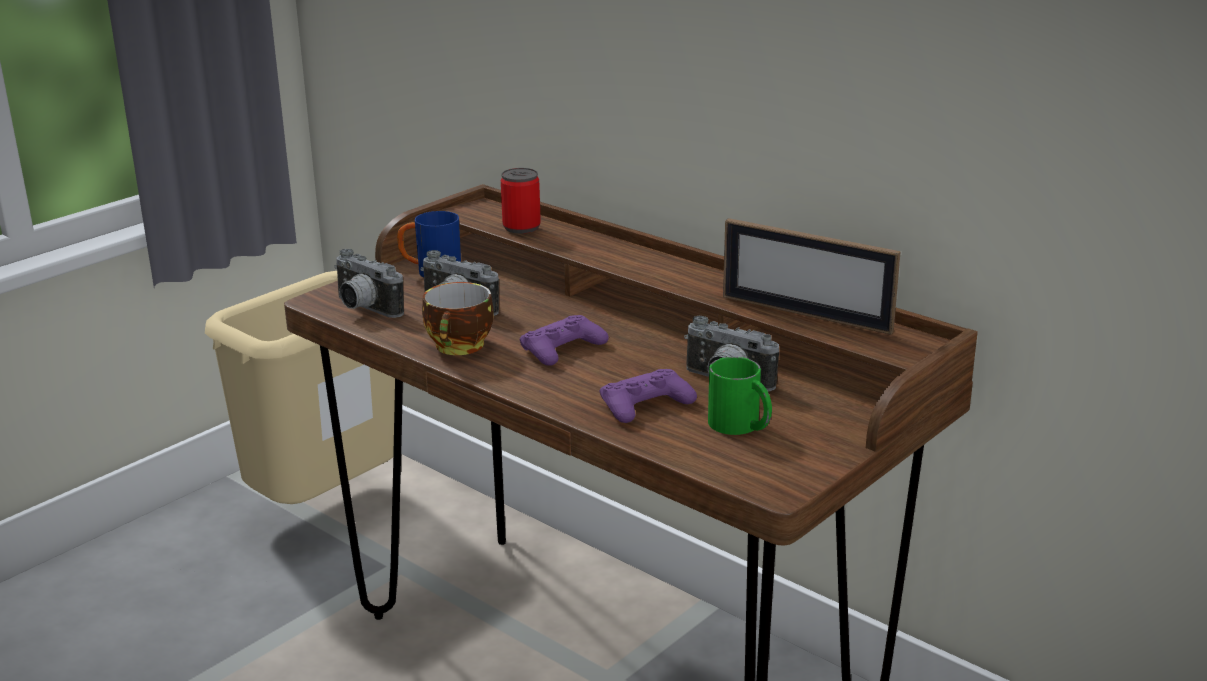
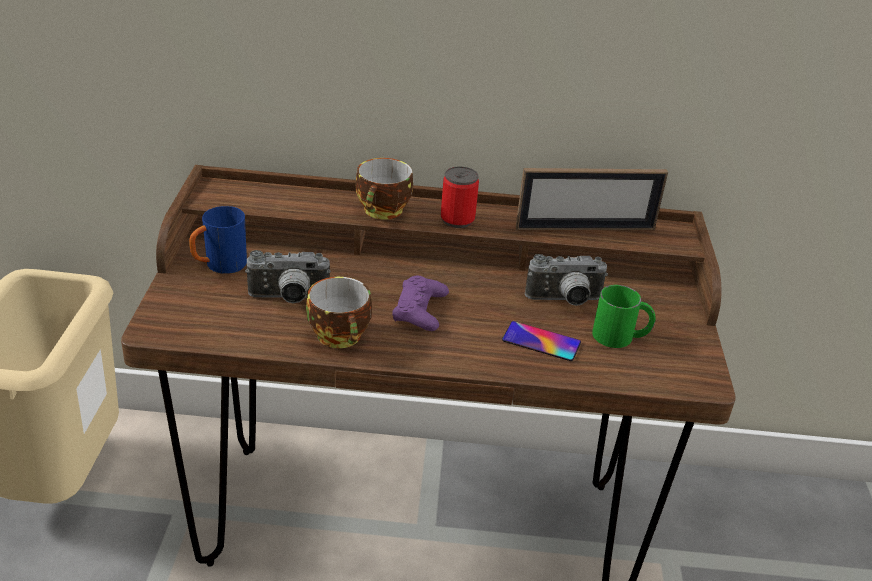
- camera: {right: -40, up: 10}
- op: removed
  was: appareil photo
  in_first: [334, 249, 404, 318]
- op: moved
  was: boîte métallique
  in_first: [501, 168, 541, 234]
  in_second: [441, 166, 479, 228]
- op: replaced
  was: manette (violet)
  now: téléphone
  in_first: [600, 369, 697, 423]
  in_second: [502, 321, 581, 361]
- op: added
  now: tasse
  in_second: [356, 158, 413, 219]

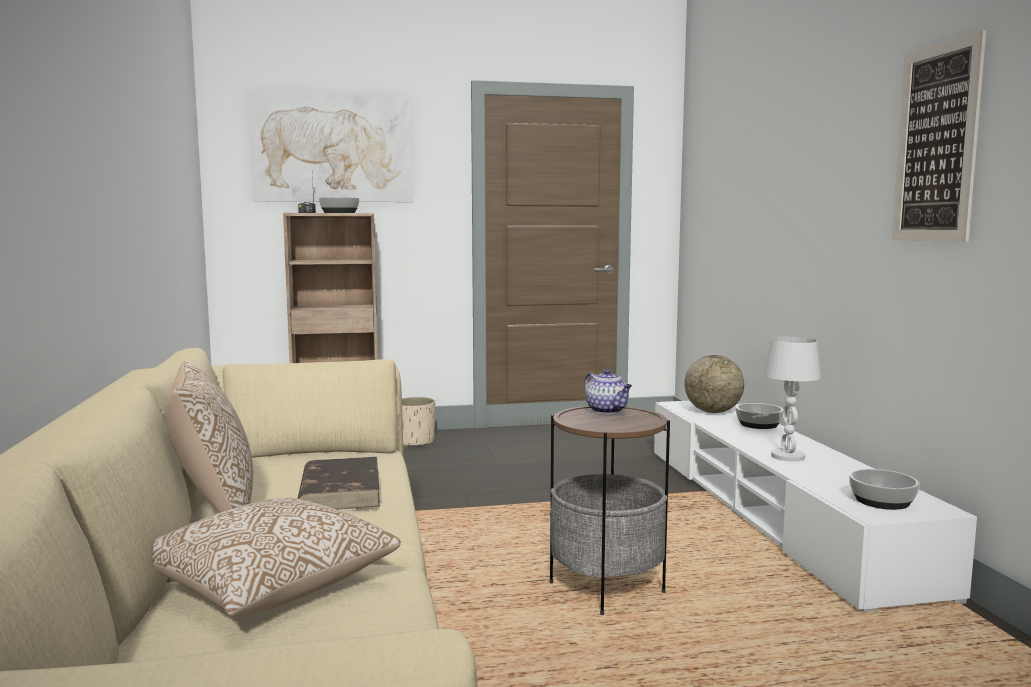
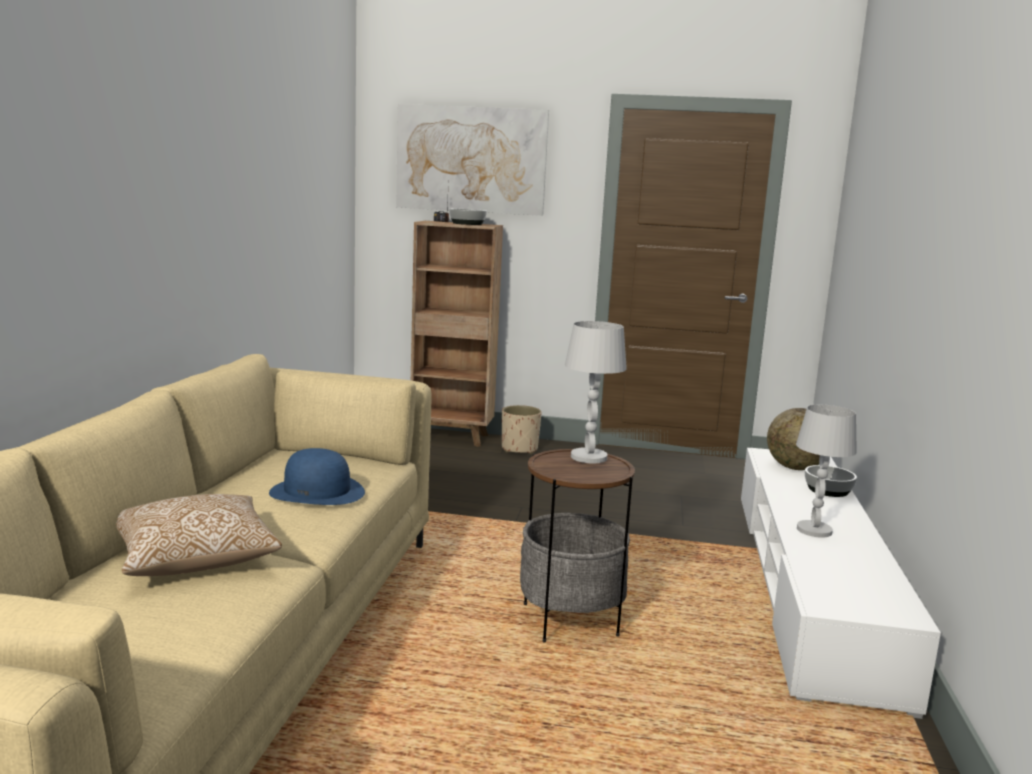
- camera: {right: 20, up: 5}
- op: removed
  was: coussin
  in_first: [165, 362, 253, 513]
- op: replaced
  was: livre (marron)
  now: chapeau (bleu)
  in_first: [298, 457, 380, 510]
  in_second: [269, 448, 365, 505]
- op: replaced
  was: théière
  now: lampe de table (blanc)
  in_first: [584, 369, 632, 414]
  in_second: [565, 321, 627, 463]
- op: removed
  was: bol
  in_first: [849, 469, 920, 510]
- op: removed
  was: tableau
  in_first: [891, 30, 986, 242]

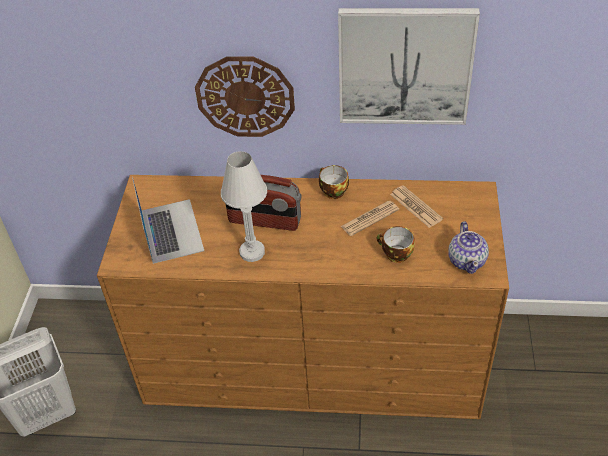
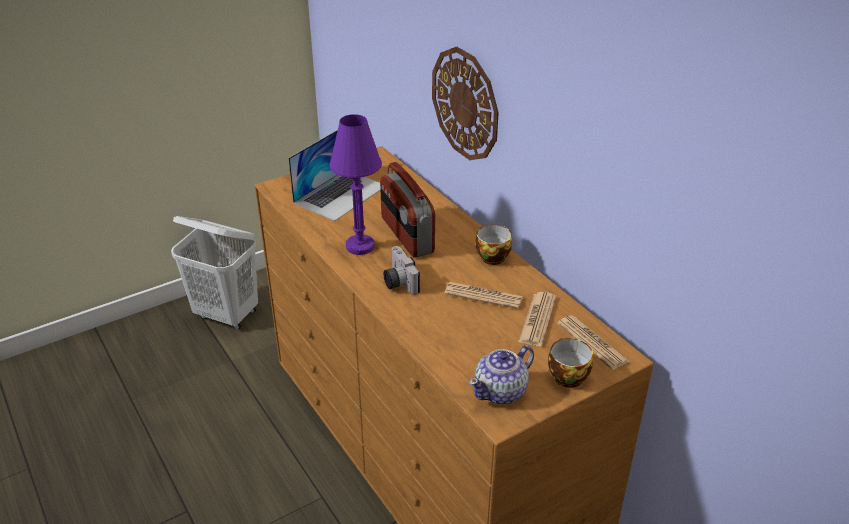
- camera: {right: 50, up: -10}
- op: recoloured
  was: lampe de table (blanc)
  now: lampe de table (violet)
  in_first: [221, 151, 267, 262]
  in_second: [329, 114, 382, 255]
- op: removed
  was: tableau
  in_first: [338, 8, 480, 125]
- op: moved
  was: tasse
  in_first: [376, 226, 415, 263]
  in_second: [548, 338, 593, 388]
- op: added
  now: appareil photo
  in_second: [384, 246, 420, 295]
- op: added
  now: journal
  in_second: [557, 315, 630, 370]

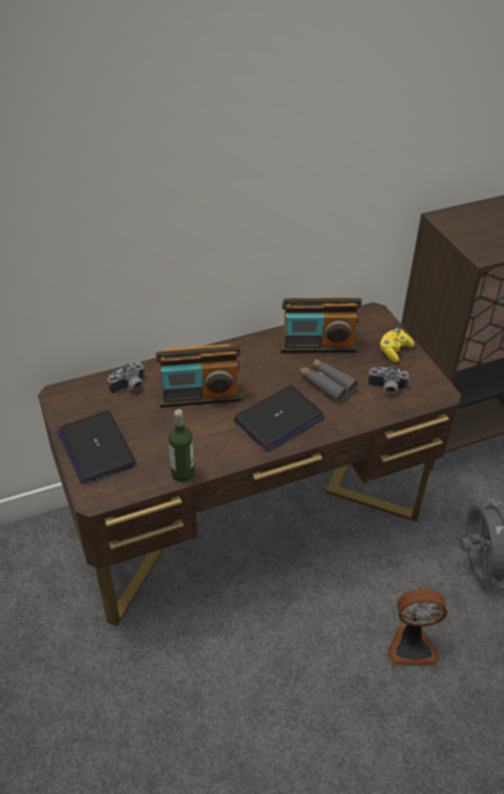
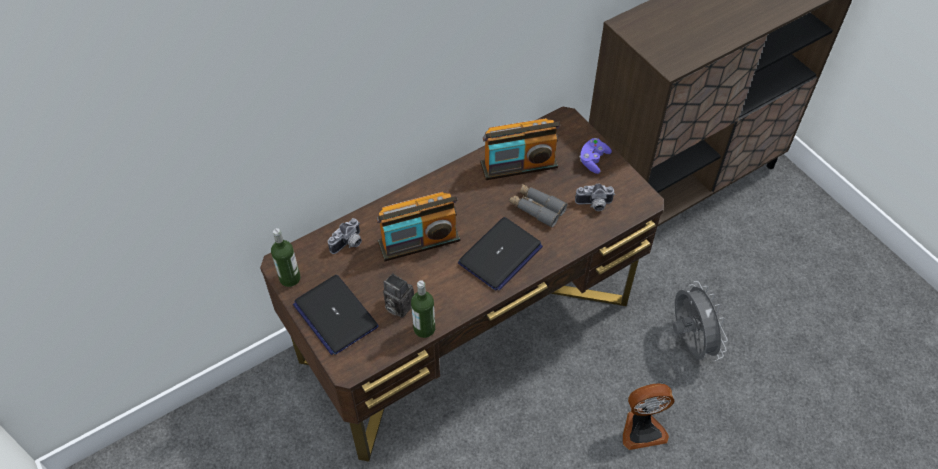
- camera: {right: -10, up: 10}
- op: recoloured
  was: manette (jaune)
  now: manette (violet)
  in_first: [380, 329, 414, 362]
  in_second: [579, 138, 612, 174]
- op: added
  now: bouteille
  in_second: [271, 228, 300, 287]
- op: added
  now: appareil photo
  in_second: [383, 273, 414, 318]

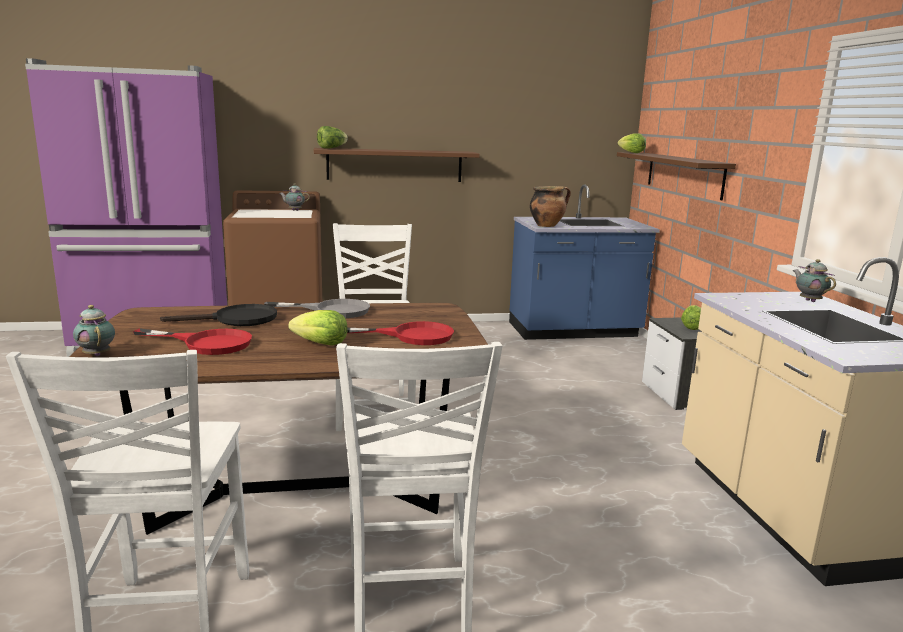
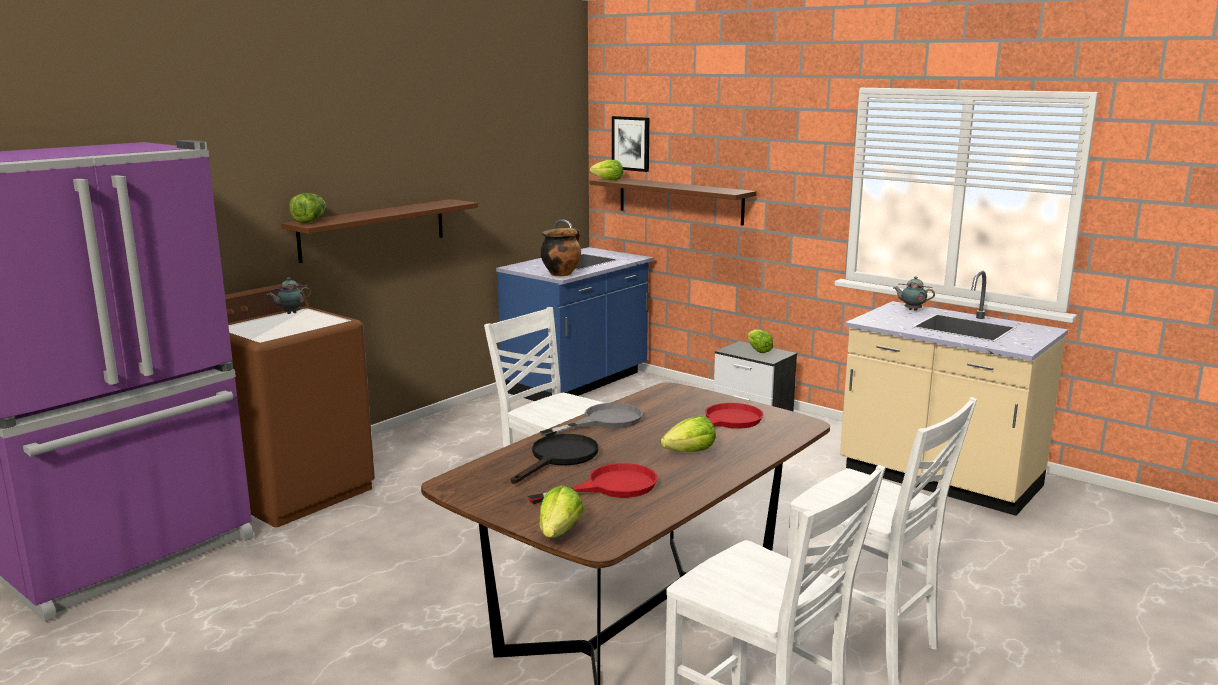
- camera: {right: -40, up: 0}
- op: replaced
  was: théière
  now: laitue
  in_first: [73, 305, 115, 357]
  in_second: [539, 485, 584, 538]
- op: added
  now: tableau
  in_second: [612, 116, 649, 172]

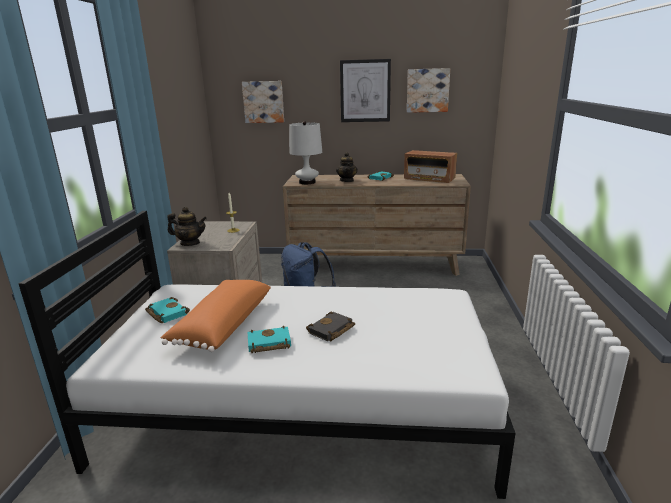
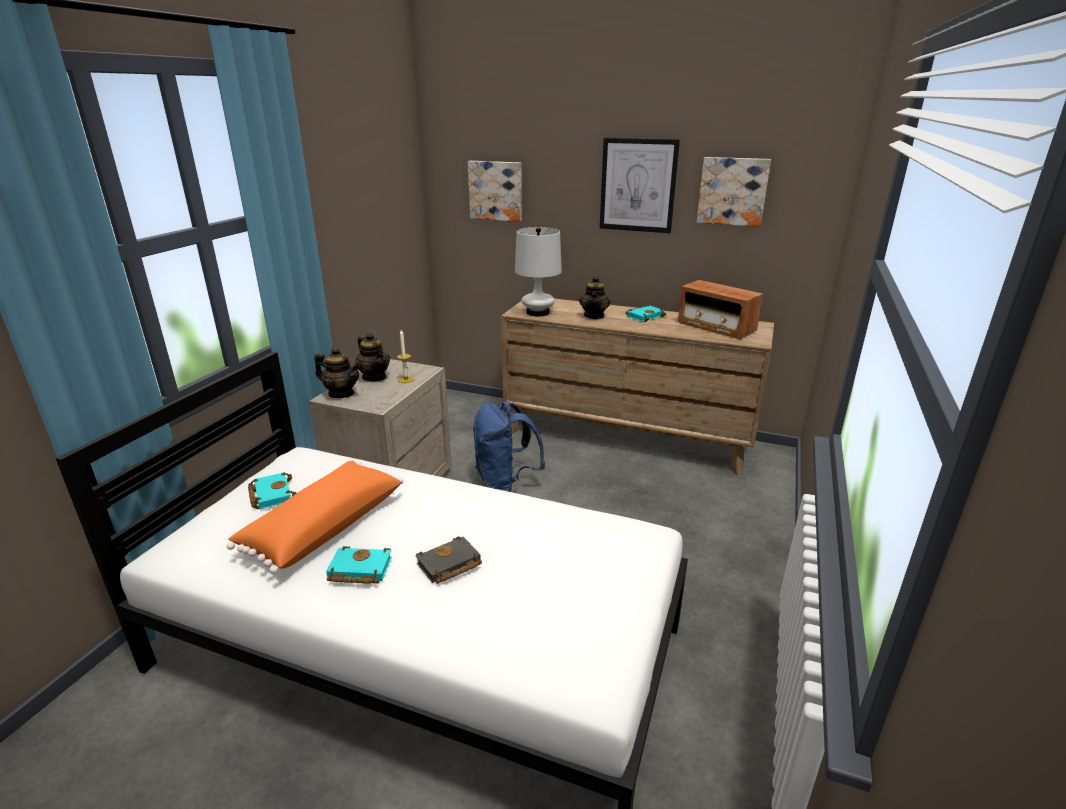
- camera: {right: 15, up: 5}
- op: added
  now: théière
  in_second: [355, 333, 390, 381]

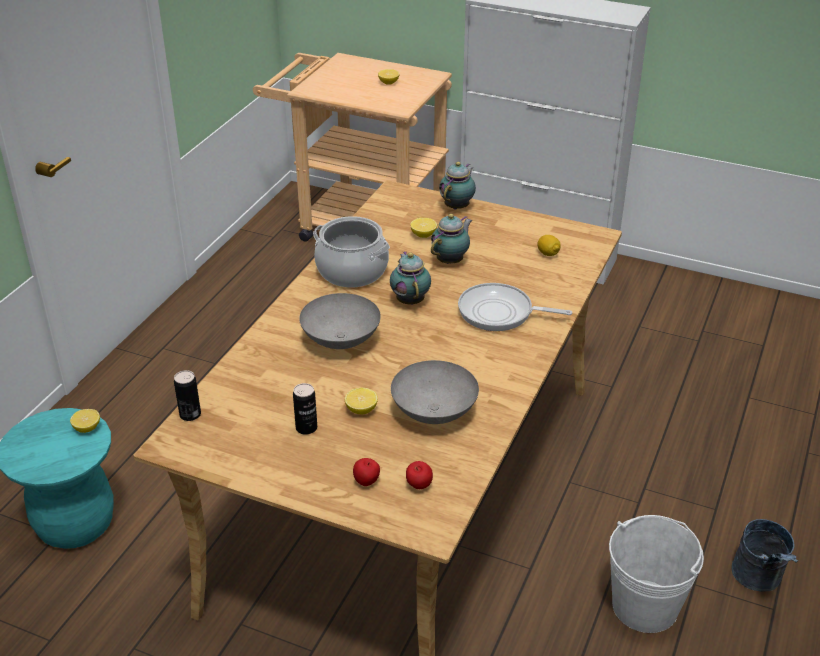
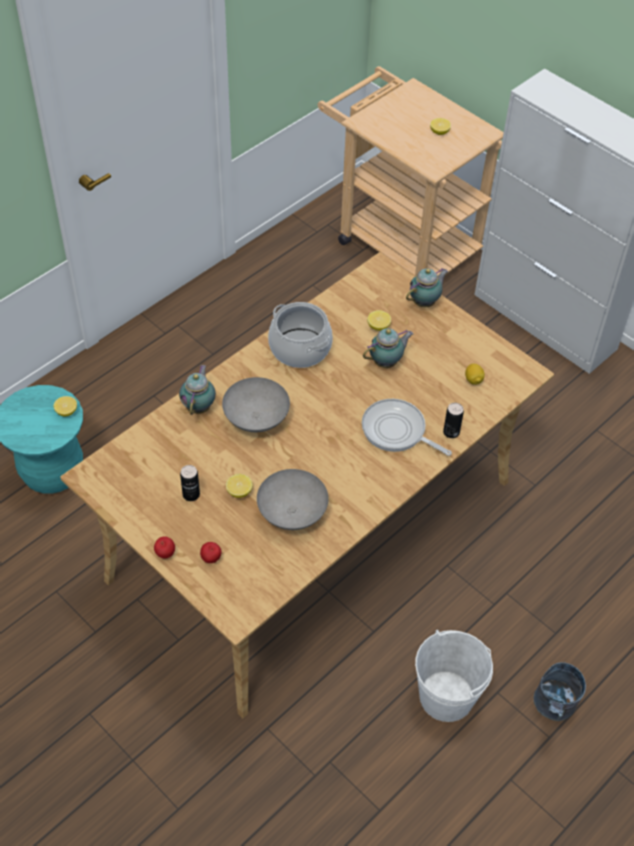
- camera: {right: 20, up: 15}
- op: moved
  was: boîte métallique
  in_first: [174, 370, 201, 421]
  in_second: [443, 403, 464, 438]
- op: moved
  was: théière
  in_first: [390, 251, 431, 305]
  in_second: [179, 365, 216, 415]
- op: moved
  was: pomme
  in_first: [406, 461, 433, 489]
  in_second: [154, 536, 175, 558]

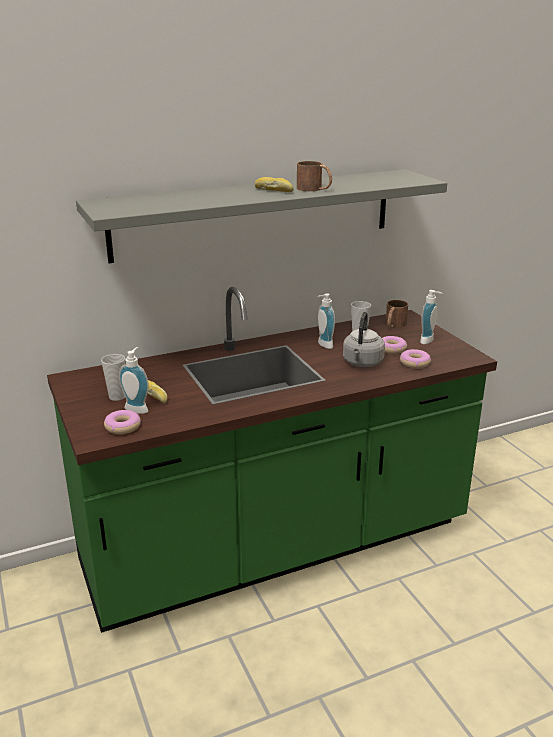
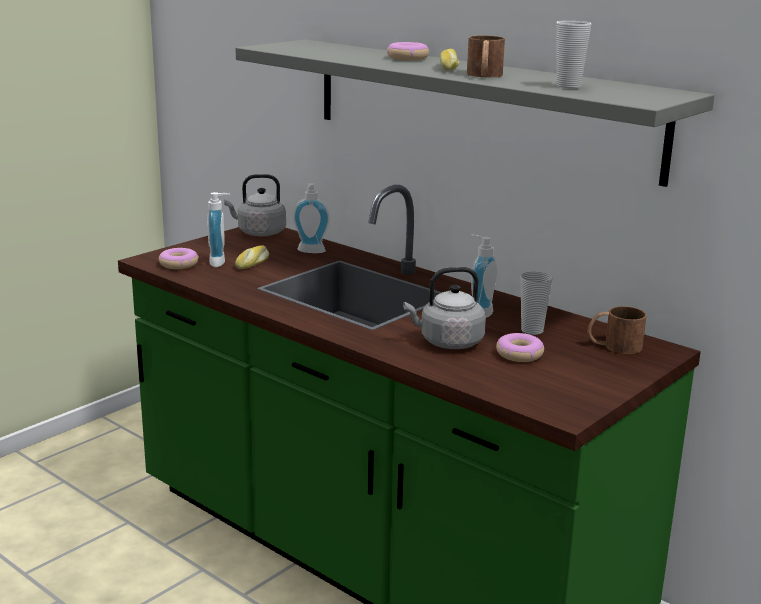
- camera: {right: 65, up: -5}
- op: moved
  was: tasse
  in_first: [101, 354, 125, 401]
  in_second: [556, 21, 591, 89]
- op: moved
  was: beignet
  in_first: [400, 349, 431, 368]
  in_second: [387, 42, 429, 61]
- op: moved
  was: distributeur de savon
  in_first: [420, 290, 443, 344]
  in_second: [293, 183, 330, 253]
- op: added
  now: bouilloire (gris)
  in_second: [224, 174, 286, 236]

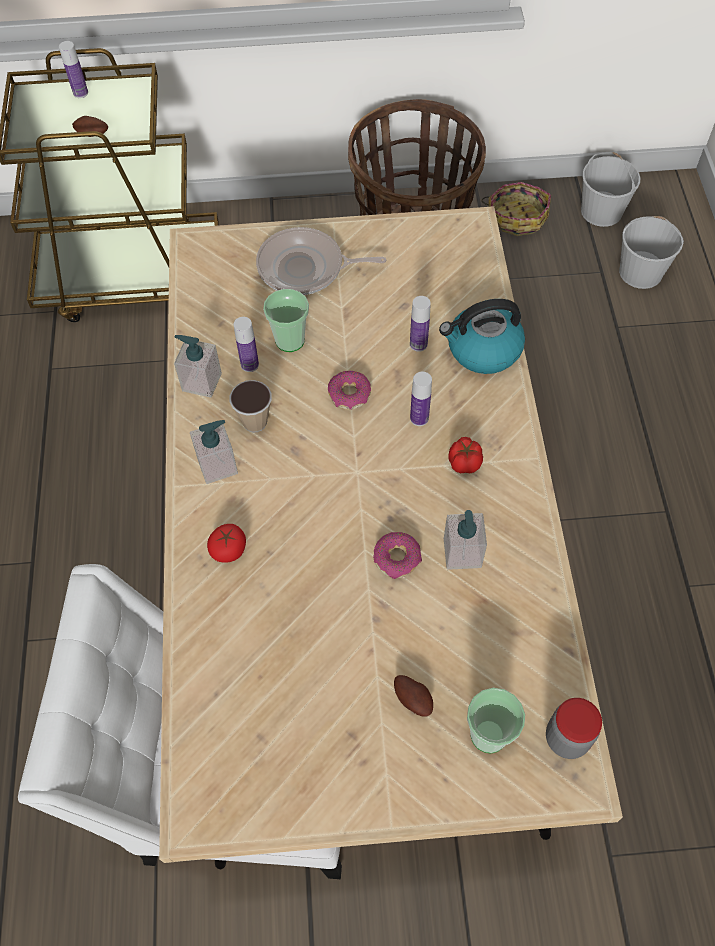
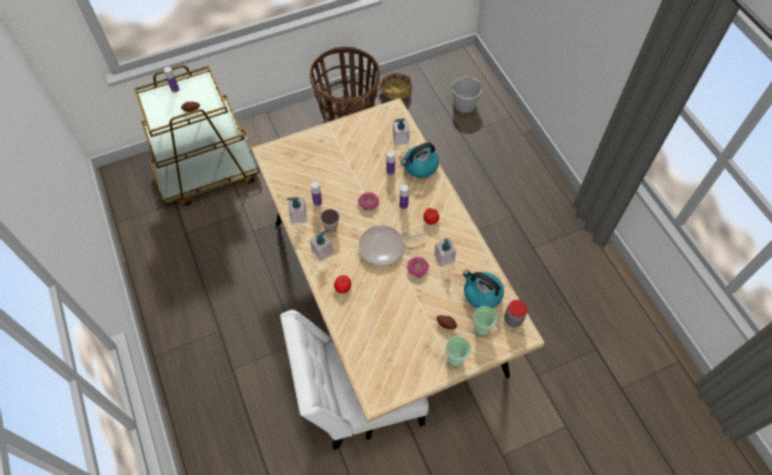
- camera: {right: -20, up: 0}
- op: moved
  was: poêle
  in_first: [256, 227, 386, 295]
  in_second: [359, 225, 426, 266]
- op: moved
  was: tasse
  in_first: [263, 289, 309, 352]
  in_second: [446, 337, 471, 366]
- op: removed
  was: seau (blanc)
  in_first: [581, 152, 640, 227]
- op: added
  now: distributeur de savon
  in_second: [393, 118, 410, 146]
- op: added
  now: bouilloire
  in_second: [463, 270, 504, 309]

